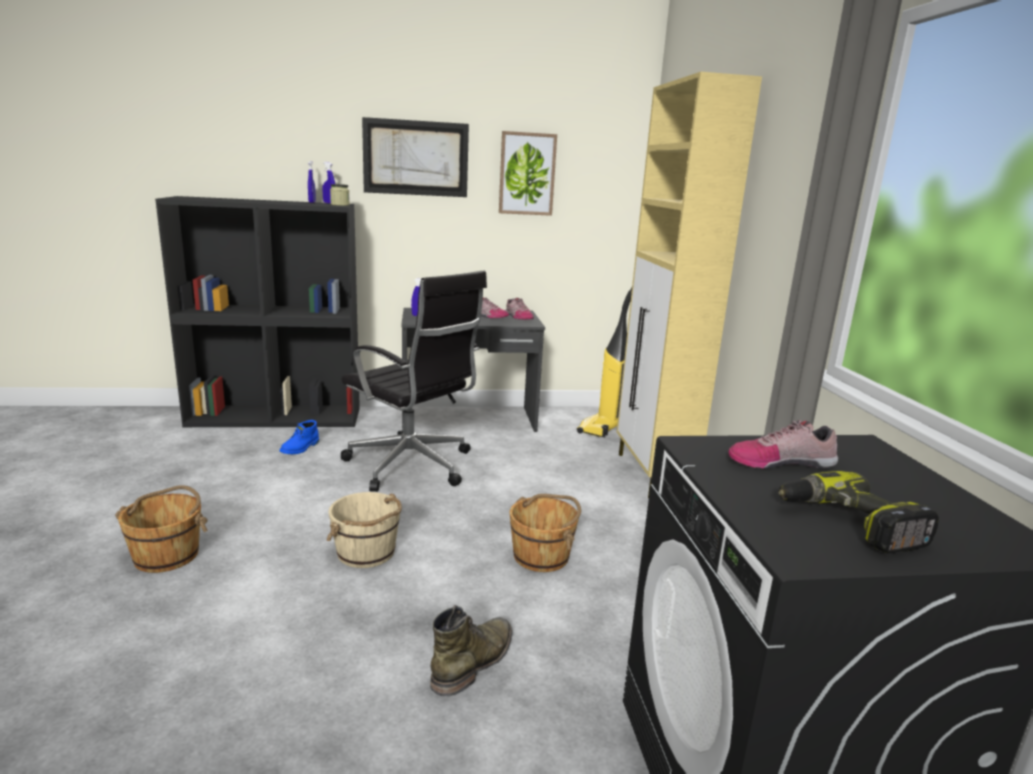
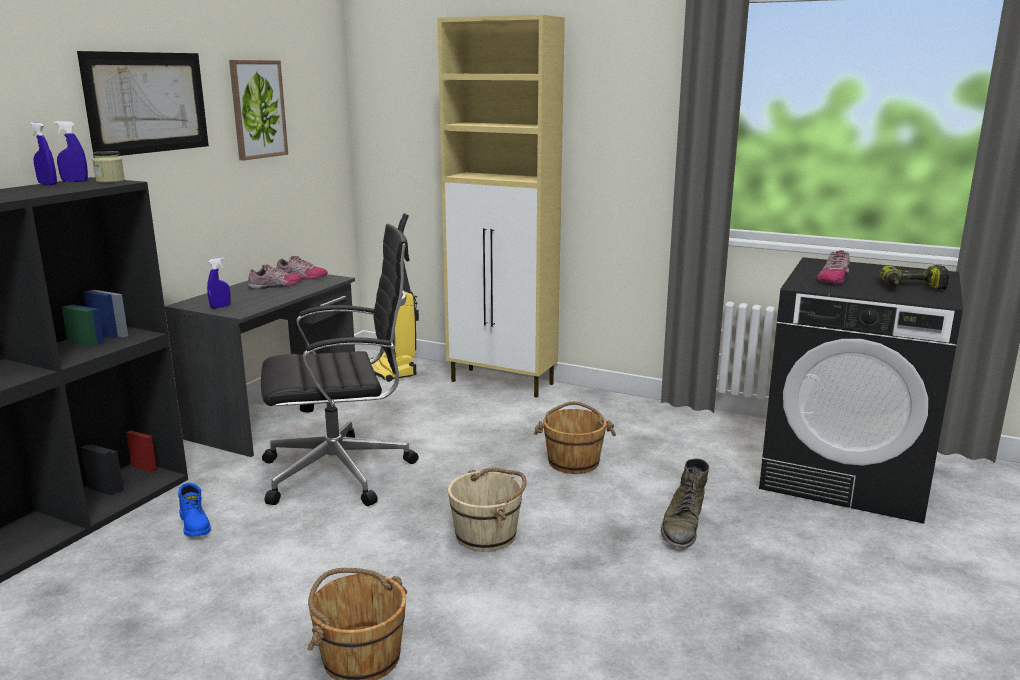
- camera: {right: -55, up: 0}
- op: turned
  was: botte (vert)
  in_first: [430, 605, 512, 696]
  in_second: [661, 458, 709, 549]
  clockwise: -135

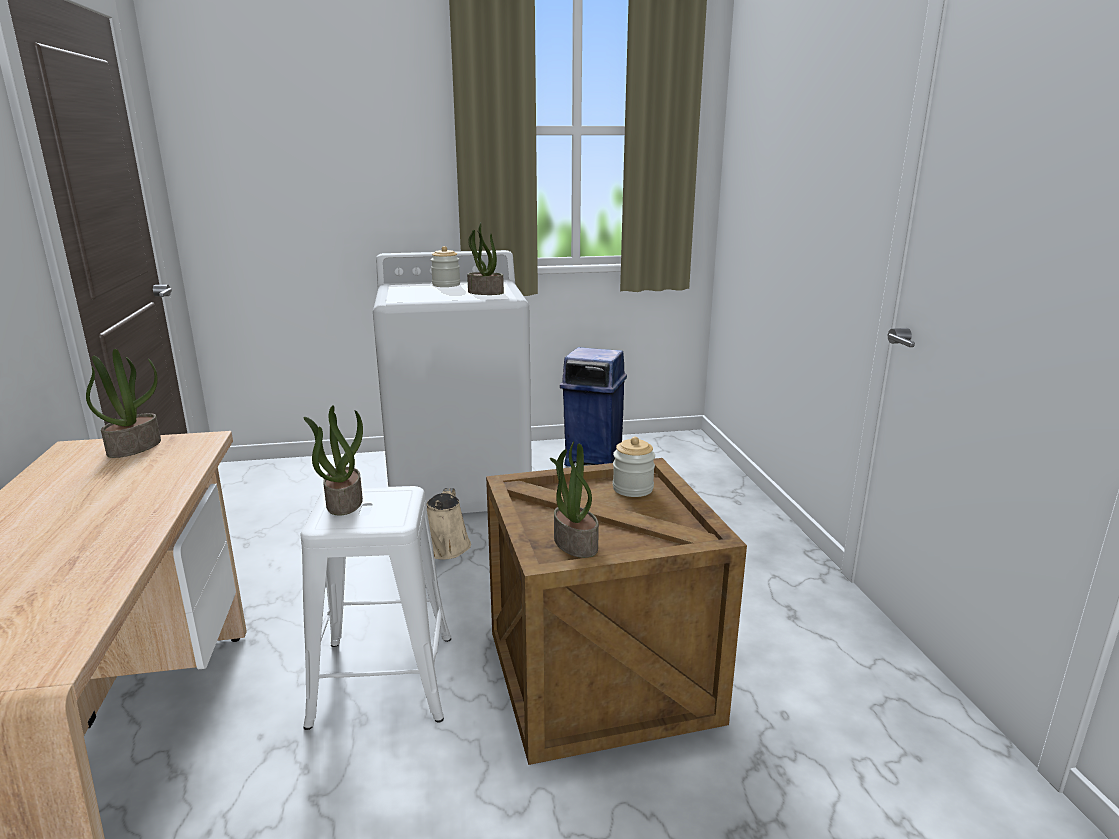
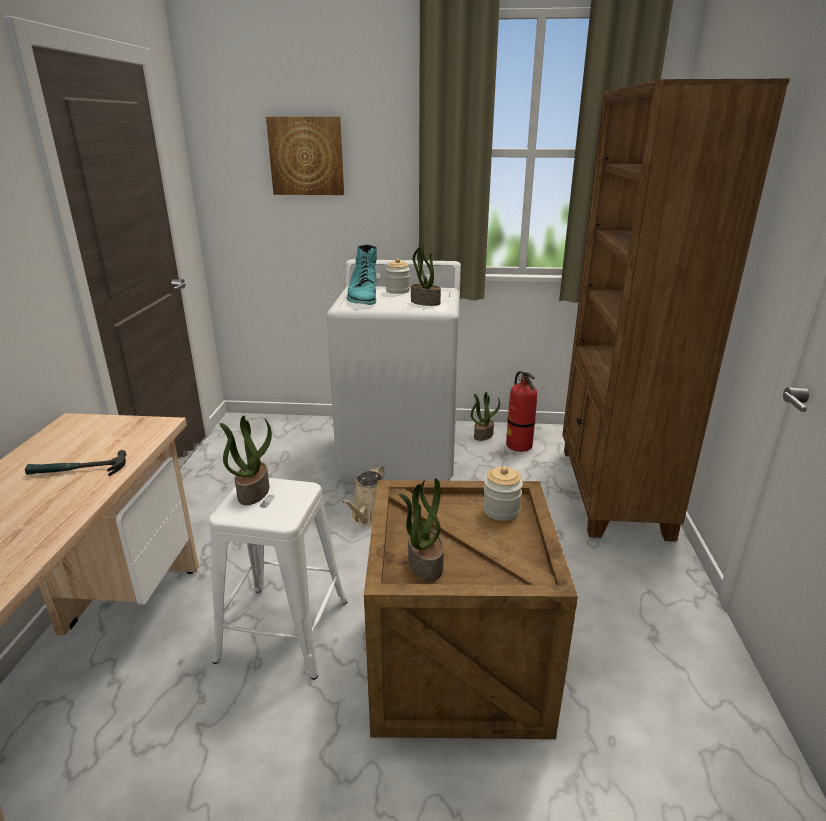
- camera: {right: 15, up: 5}
- op: moved
  was: plante en pot
  in_first: [86, 349, 161, 458]
  in_second: [471, 392, 500, 441]
- op: replaced
  was: poubelle (bleu)
  now: extincteur
  in_first: [560, 347, 627, 467]
  in_second: [506, 371, 537, 452]
- op: added
  now: marteau
  in_second: [25, 450, 127, 476]
- op: added
  now: tableau
  in_second: [266, 116, 344, 195]
- op: added
  now: botte (turquoise)
  in_second: [347, 244, 377, 305]
- op: added
  now: bibliothèque (marron)
  in_second: [562, 78, 790, 541]

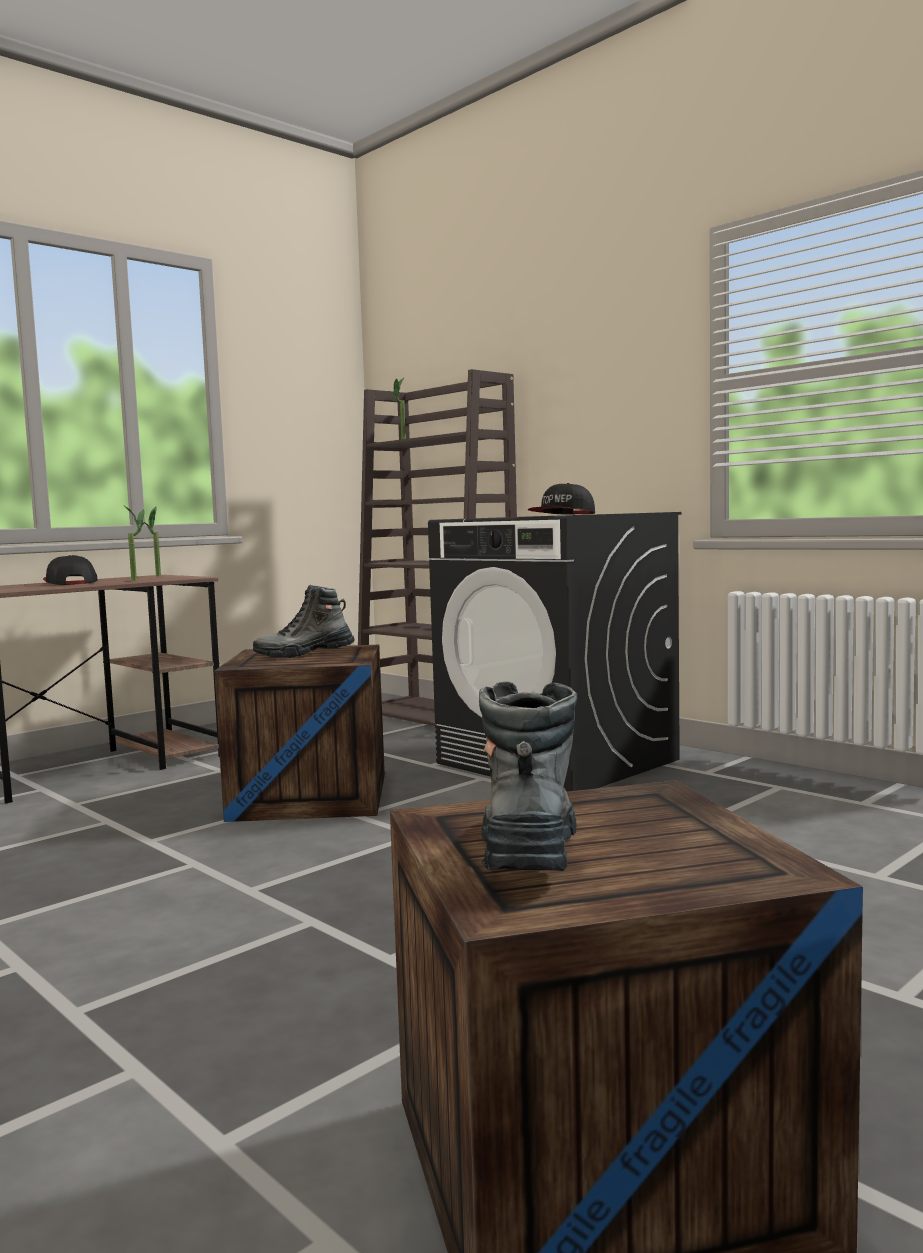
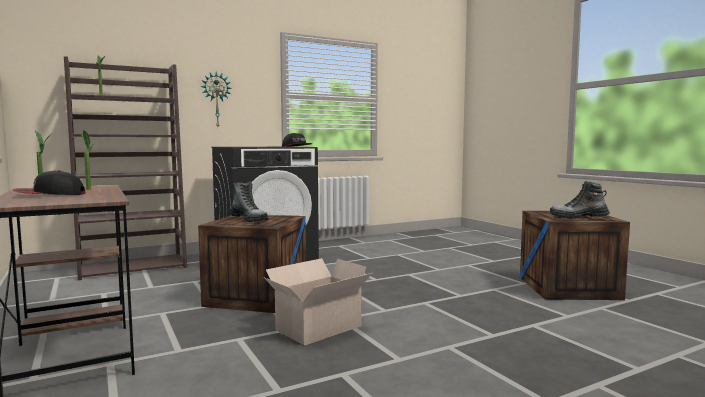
- camera: {right: -75, up: 0}
- op: turned
  was: botte
  in_first: [253, 585, 355, 658]
  in_second: [230, 182, 268, 222]
  clockwise: -45
- op: added
  now: horloge murale
  in_second: [201, 72, 232, 127]
- op: added
  now: carton
  in_second: [263, 258, 372, 346]

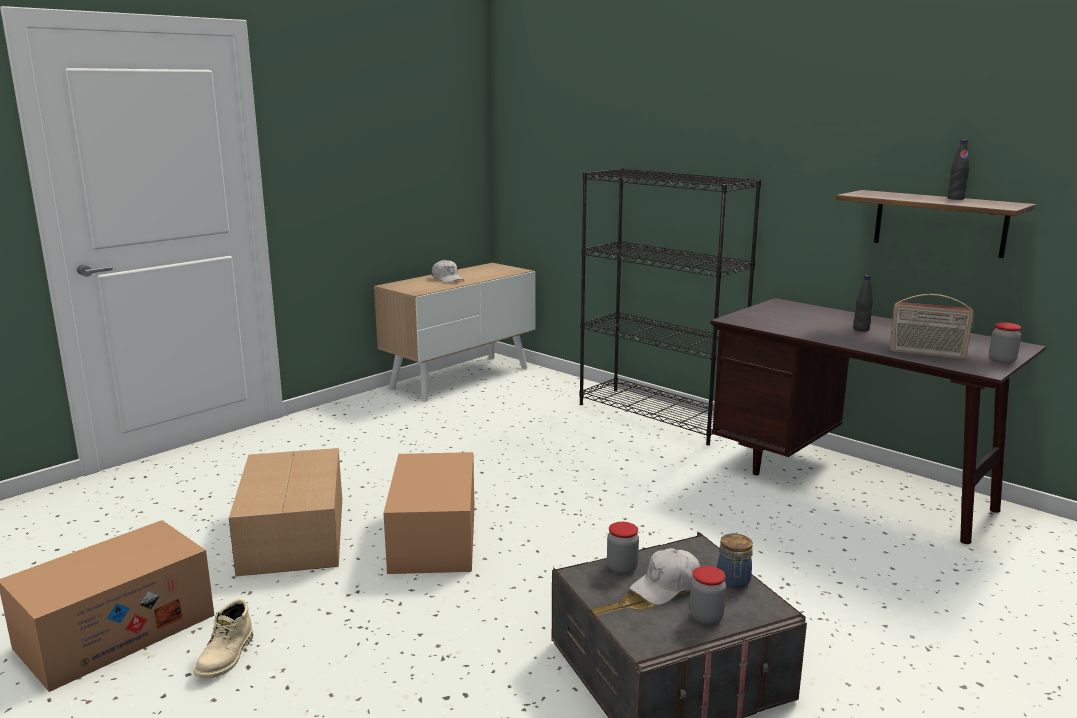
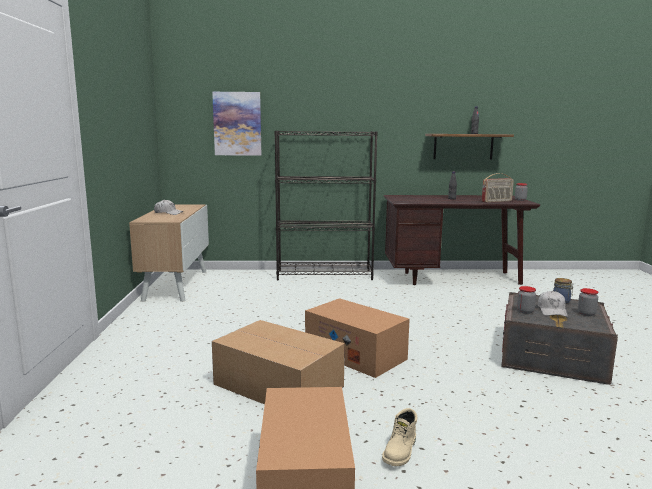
- camera: {right: -45, up: -5}
- op: turned
  was: botte (beige)
  in_first: [194, 599, 253, 679]
  in_second: [382, 408, 418, 466]
  clockwise: 60
- op: added
  now: tableau
  in_second: [212, 92, 261, 156]

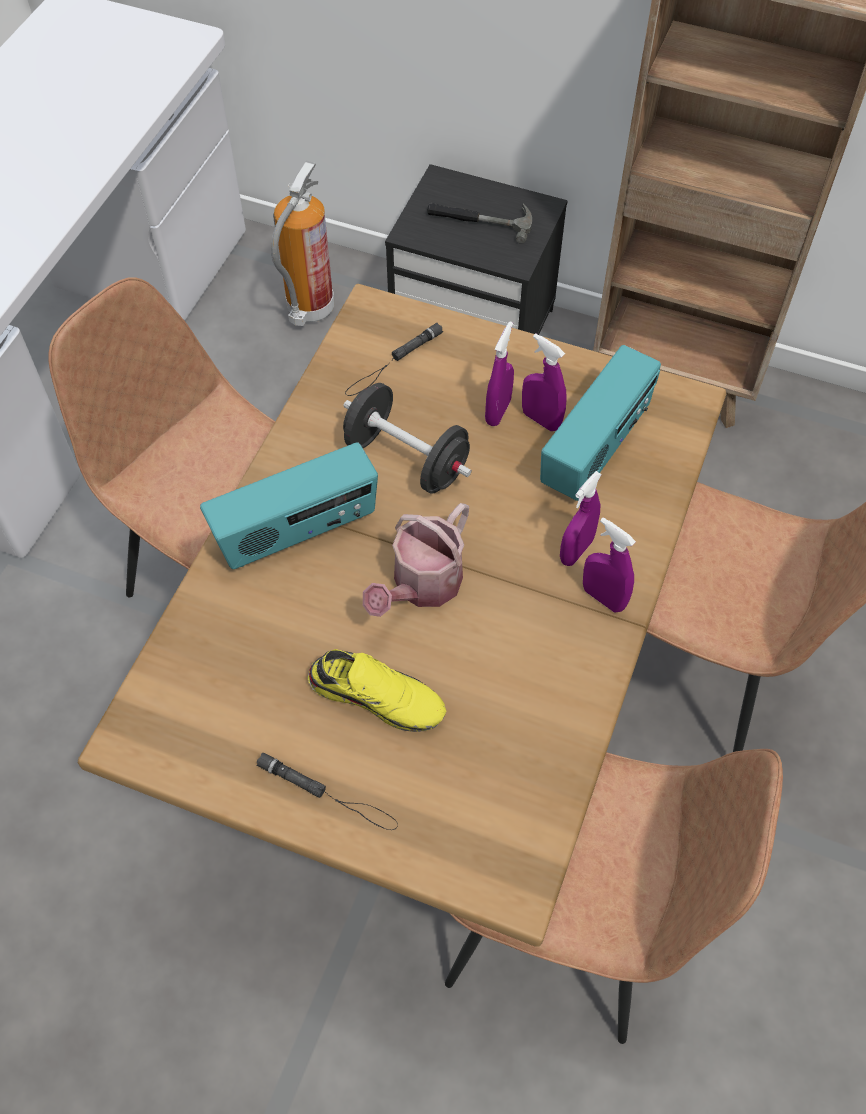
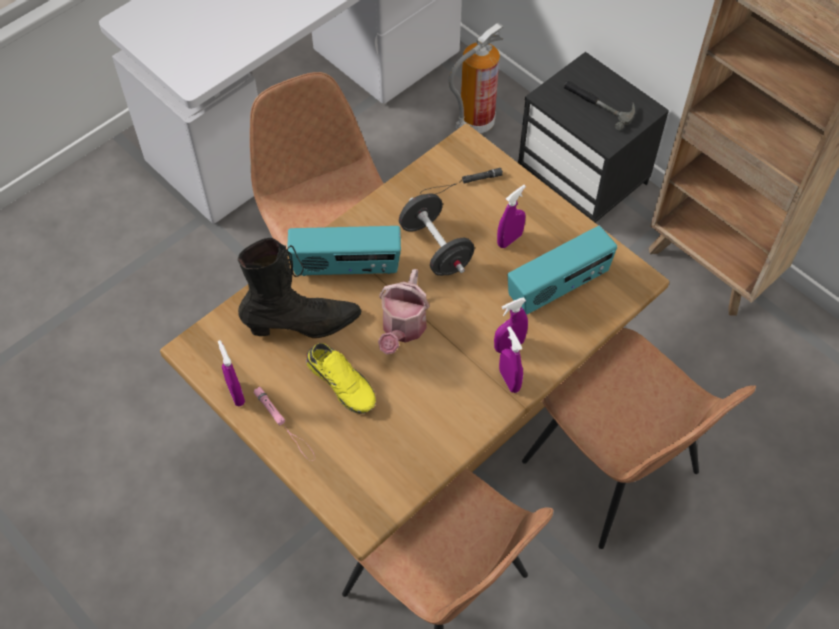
- camera: {right: 25, up: 0}
- op: recoloured
  was: lampe de poche (noir)
  now: lampe de poche (rose)
  in_first: [257, 753, 398, 830]
  in_second: [253, 387, 315, 461]
- op: turned
  was: arrosoir
  in_first: [363, 503, 469, 617]
  in_second: [378, 269, 430, 355]
  clockwise: -45
- op: moved
  was: vaporisateur (violet)
  in_first: [522, 333, 567, 431]
  in_second: [218, 340, 245, 406]
- op: added
  now: botte (noir)
  in_second: [238, 238, 362, 338]

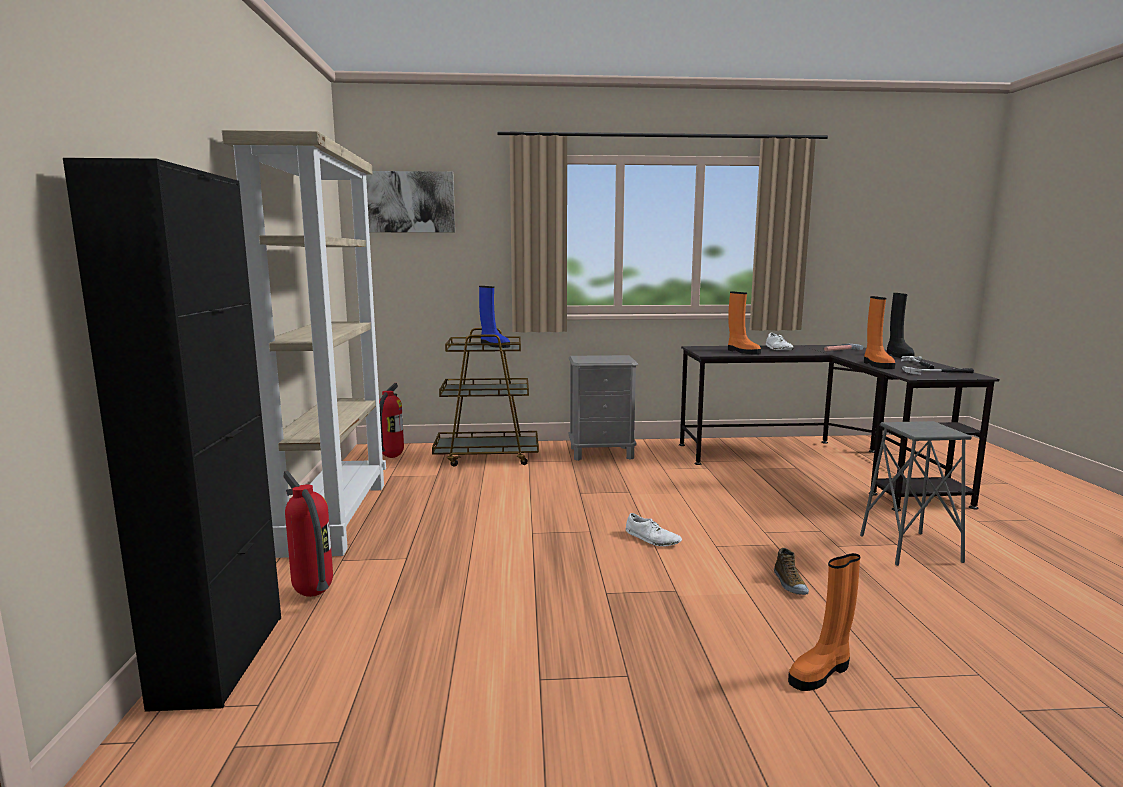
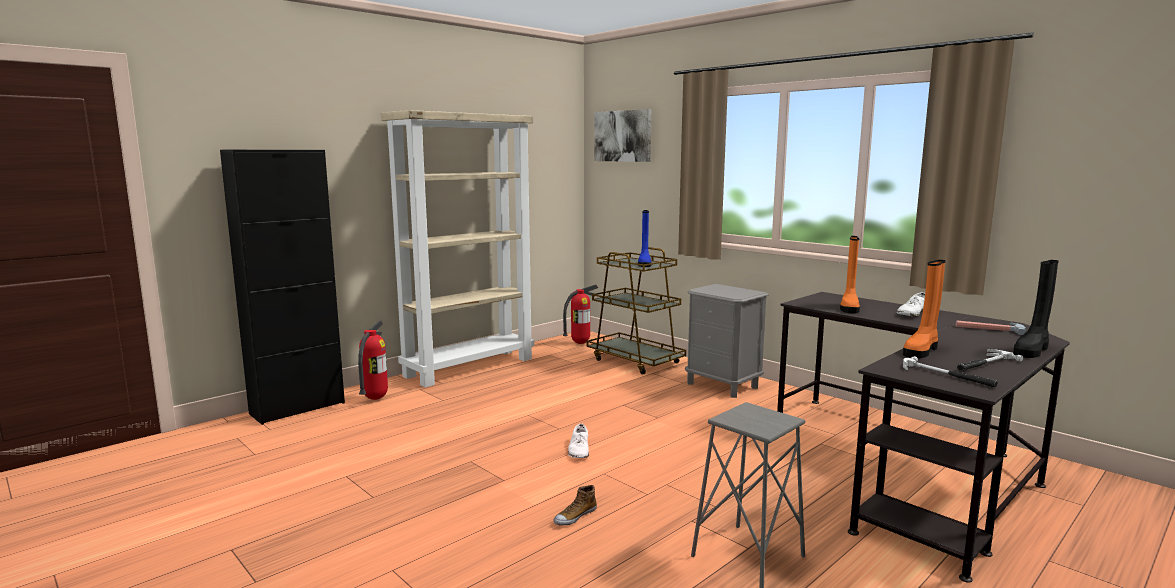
- camera: {right: 50, up: 0}
- op: removed
  was: botte (orange)
  in_first: [788, 553, 860, 691]

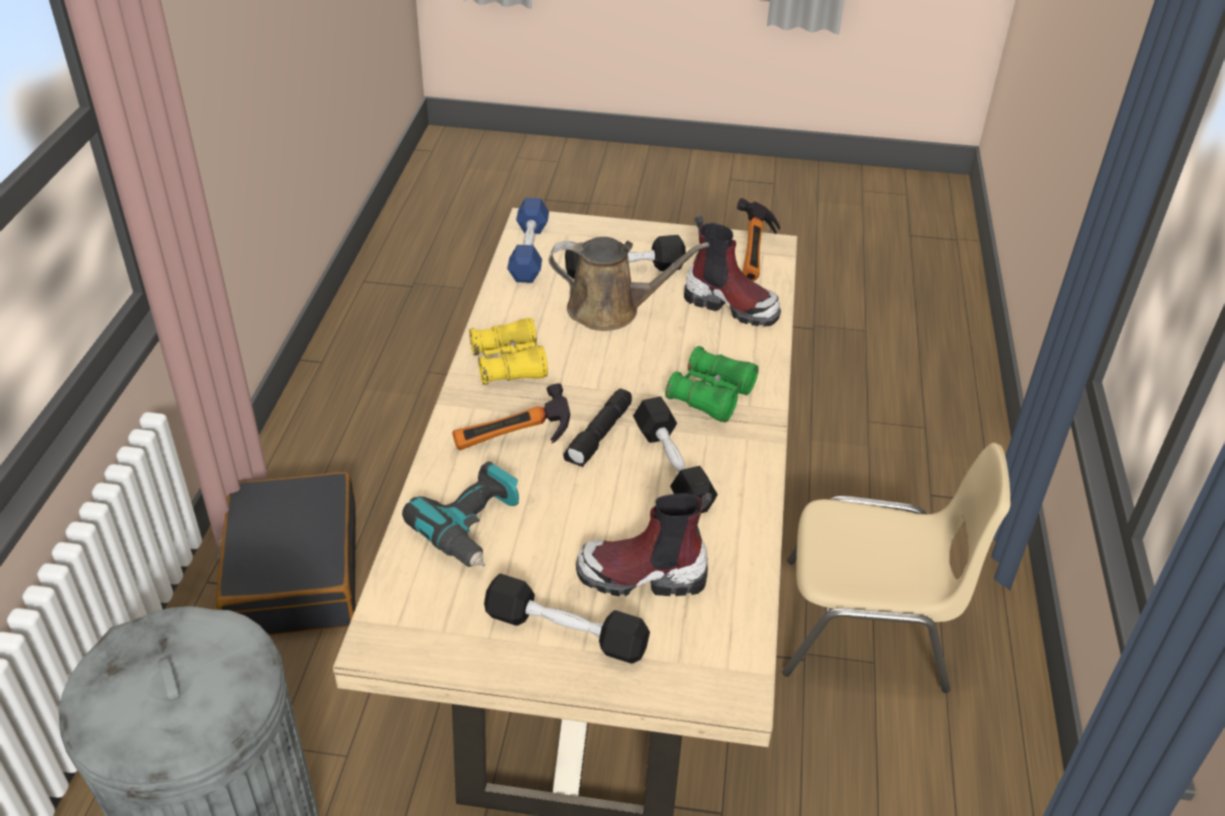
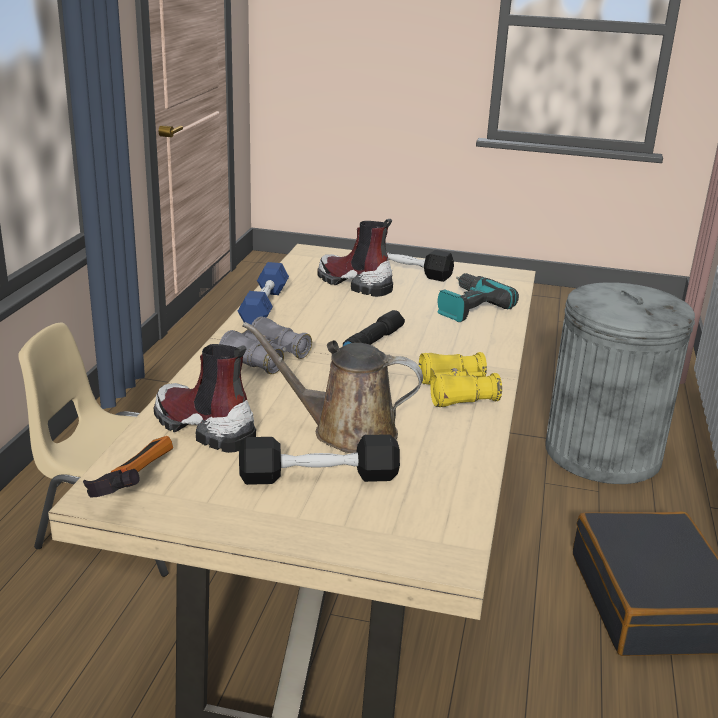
- camera: {right: -175, up: -15}
- op: removed
  was: marteau
  in_first: [452, 383, 570, 450]
- op: moved
  was: haltère (bleu)
  in_first: [507, 198, 549, 283]
  in_second: [238, 262, 289, 325]
- op: turned
  was: botte
  in_first: [576, 493, 712, 596]
  in_second: [318, 219, 393, 297]
  clockwise: -150
- op: removed
  was: haltère (noir)
  in_first: [633, 397, 717, 513]
- op: recoloured
  was: jumelles (vert)
  now: jumelles (gris)
  in_first: [665, 346, 759, 422]
  in_second: [219, 316, 312, 374]

